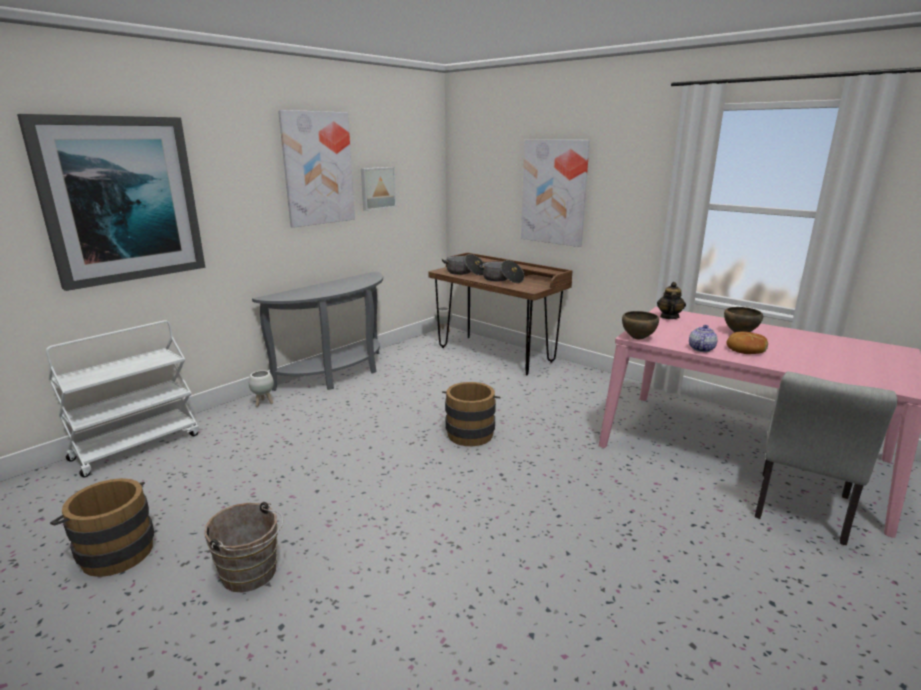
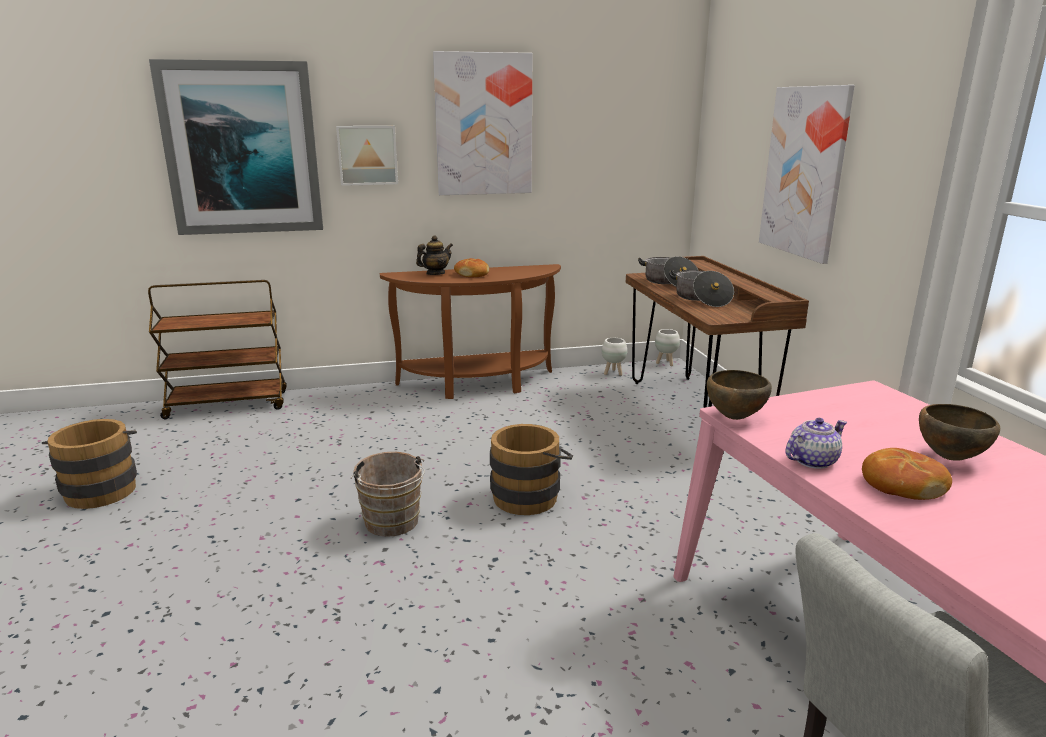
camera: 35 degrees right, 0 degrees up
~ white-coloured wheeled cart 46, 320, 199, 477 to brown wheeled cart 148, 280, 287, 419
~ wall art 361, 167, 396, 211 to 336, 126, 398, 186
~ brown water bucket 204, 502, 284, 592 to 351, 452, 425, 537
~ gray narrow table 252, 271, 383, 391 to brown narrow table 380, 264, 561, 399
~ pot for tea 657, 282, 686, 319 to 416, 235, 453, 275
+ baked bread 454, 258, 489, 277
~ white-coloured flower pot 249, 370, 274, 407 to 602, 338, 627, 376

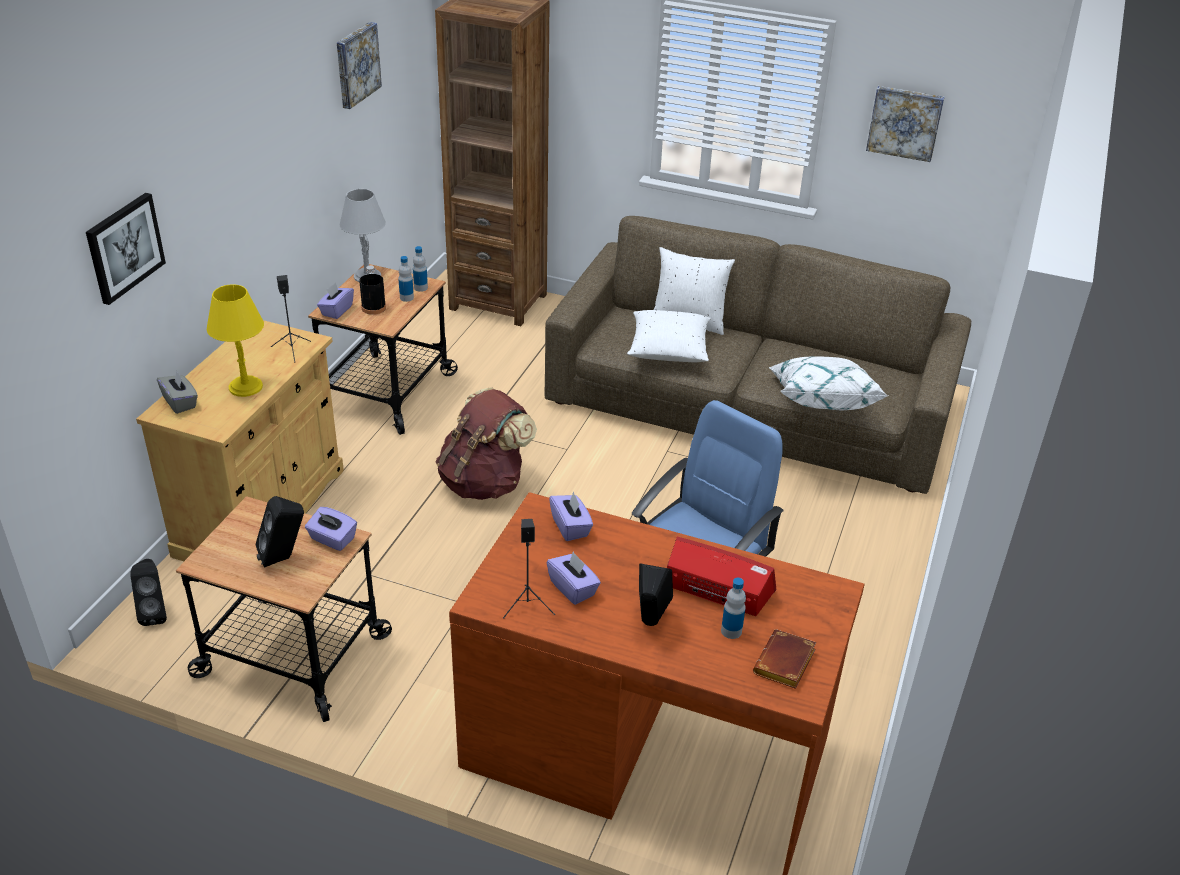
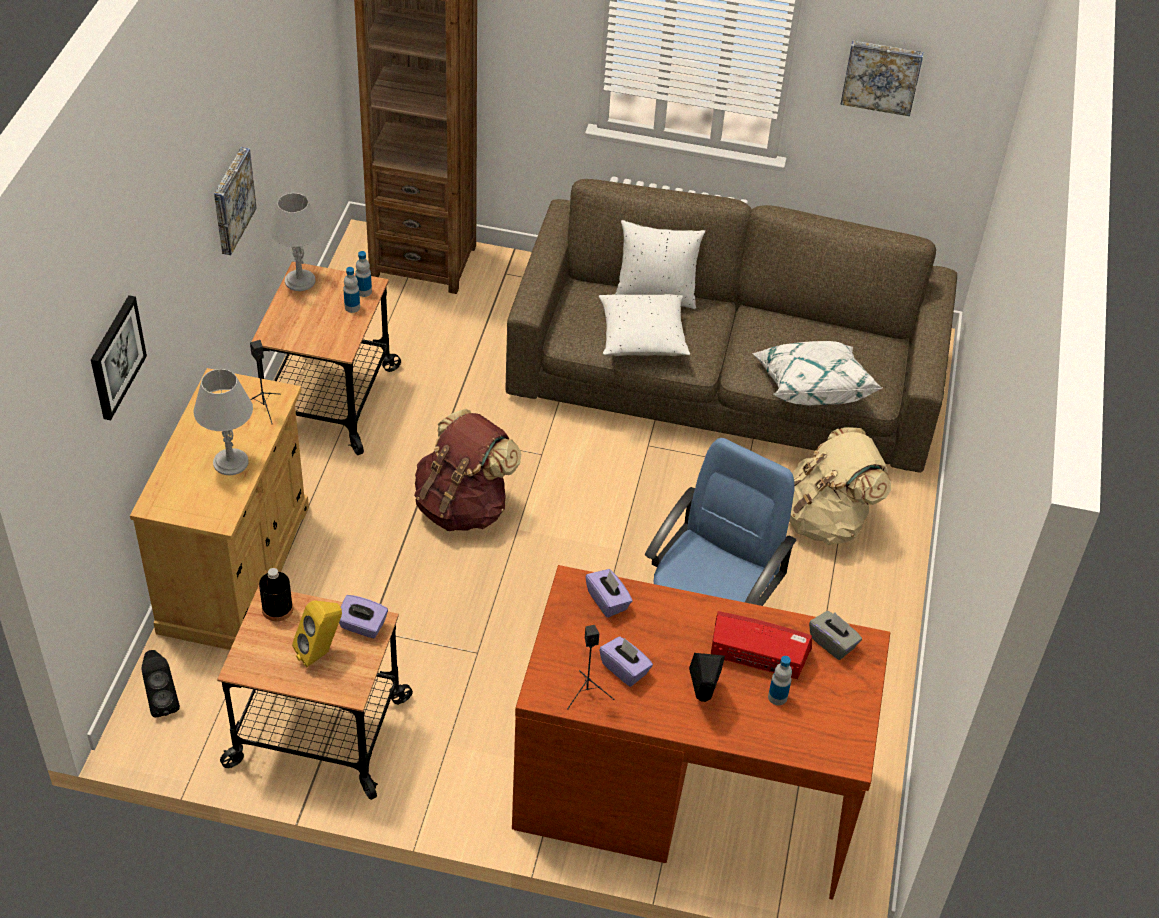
camera: 10 degrees left, 10 degrees up
~ yellow lamp for a table 207, 284, 264, 397 to gray lamp for a table 194, 369, 253, 475
~ wall art 337, 22, 382, 109 to 214, 147, 257, 255
~ black beverage bottle 359, 265, 386, 315 to 259, 568, 293, 621
~ black loudspeaker 256, 496, 304, 568 to yellow loudspeaker 292, 600, 342, 667
+ beige knapsack 789, 427, 891, 545
~ gray tissue holder 157, 371, 198, 414 to 809, 611, 862, 660
- purplish tissue holder 317, 282, 354, 319
- brown bound book 753, 629, 816, 689

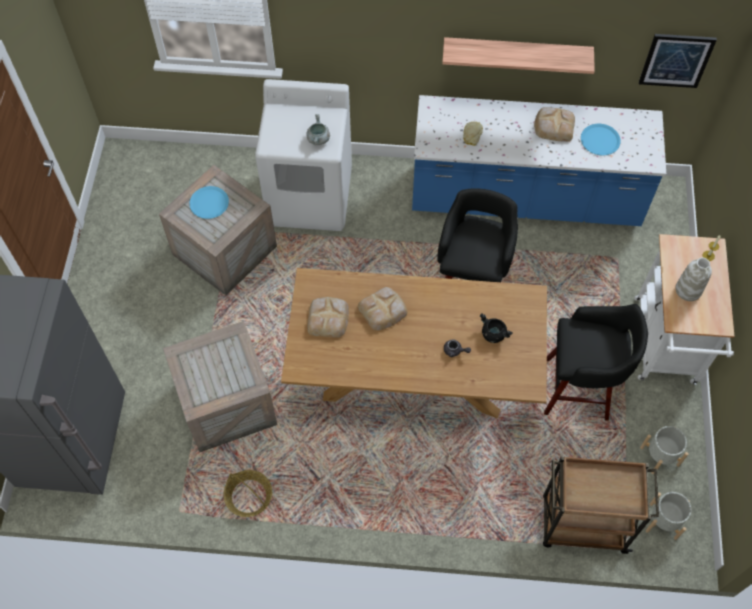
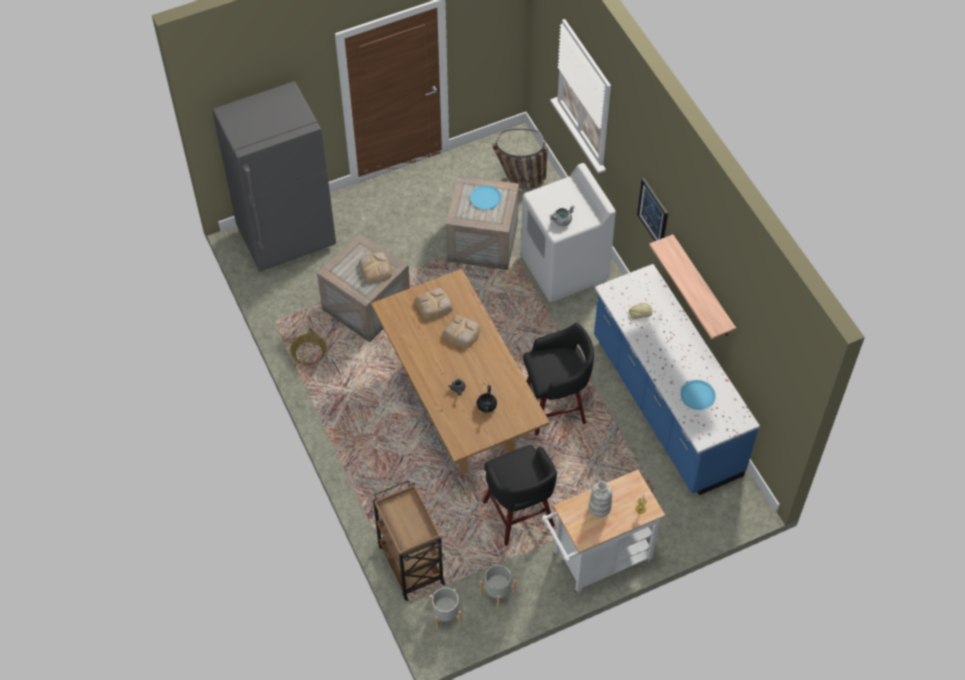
camera: 60 degrees right, 5 degrees down
~ baked bread 534, 107, 575, 142 to 359, 252, 392, 284
+ storage basket 492, 129, 548, 190
~ wall art 639, 34, 717, 88 to 637, 178, 668, 241

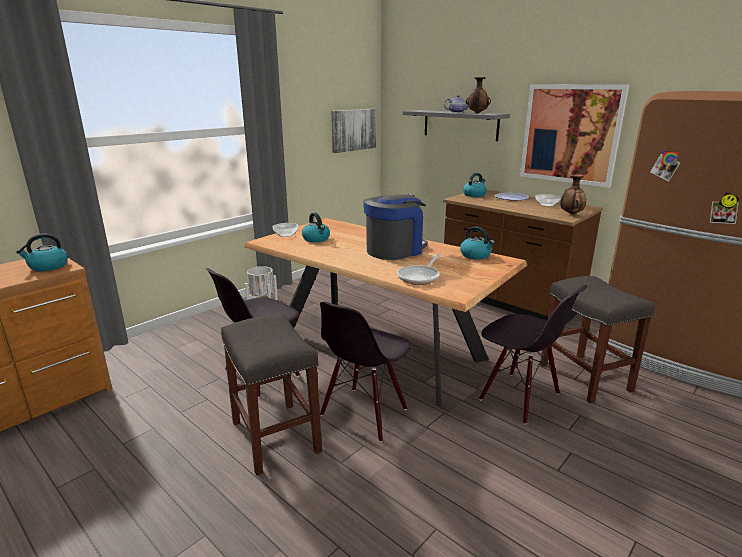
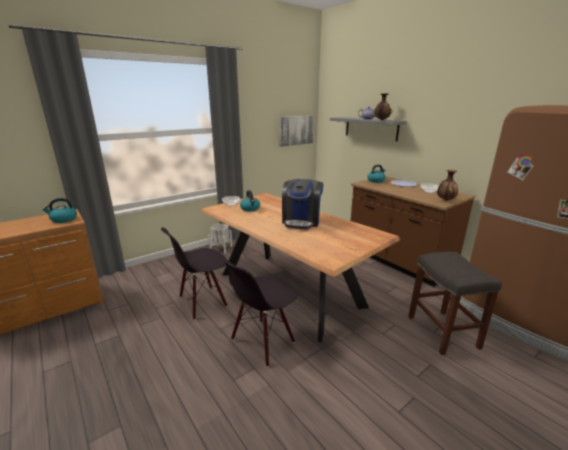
camera: 10 degrees right, 0 degrees up
~ coffee brewer 363, 194, 428, 260 = 282, 179, 324, 230 135 degrees clockwise
- gray stool seat 221, 314, 322, 476
- skillet 397, 254, 440, 285
- tea kettle 460, 226, 495, 260
- black plain chair 479, 285, 588, 424
- wall art 520, 85, 629, 188

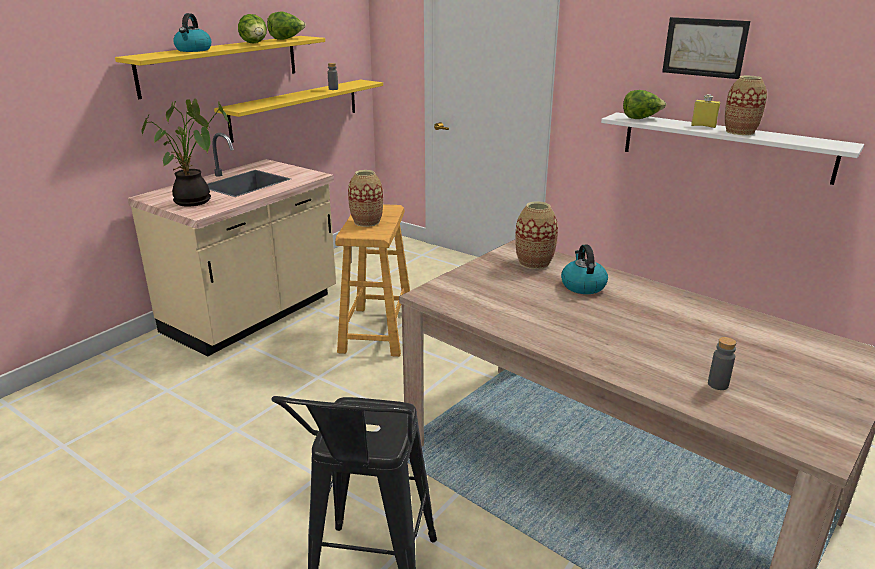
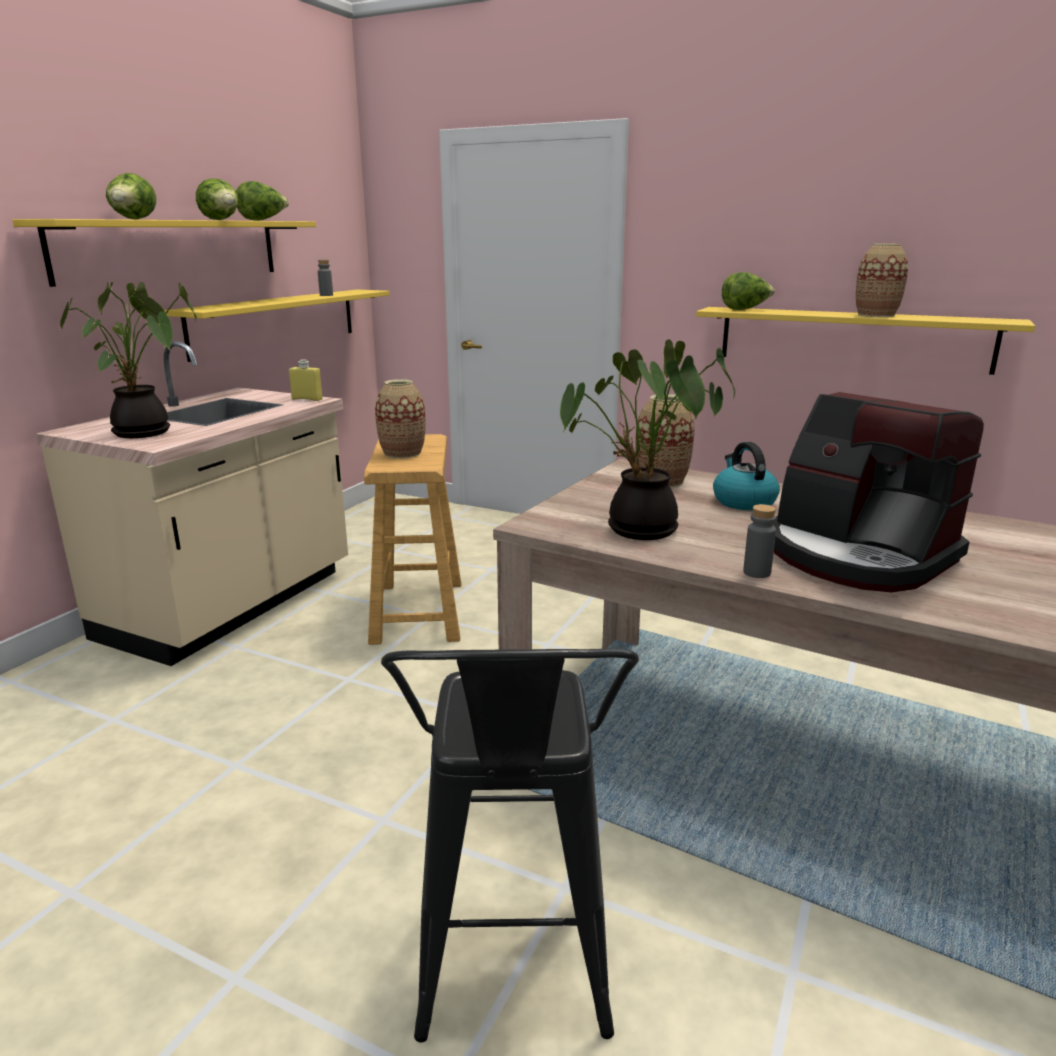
camera: 10 degrees left, 5 degrees down
~ tea kettle 173, 13, 211, 52 to head of lettuce 106, 173, 156, 220
~ yellow beverage bottle 691, 94, 720, 128 to 289, 359, 323, 401
+ potted plant 560, 339, 735, 540
~ white-coloured wall shelf 601, 112, 864, 185 to yellow wall shelf 696, 307, 1035, 375
~ gray beverage bottle 708, 337, 736, 390 to 743, 504, 776, 578
+ coffee brewer 772, 392, 984, 592
- wall art 662, 17, 750, 79

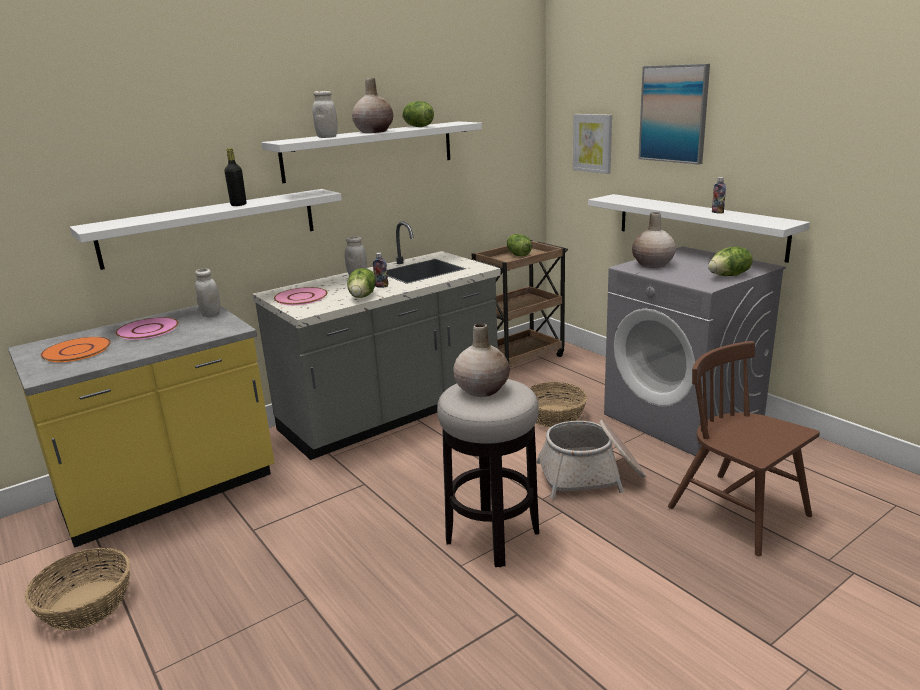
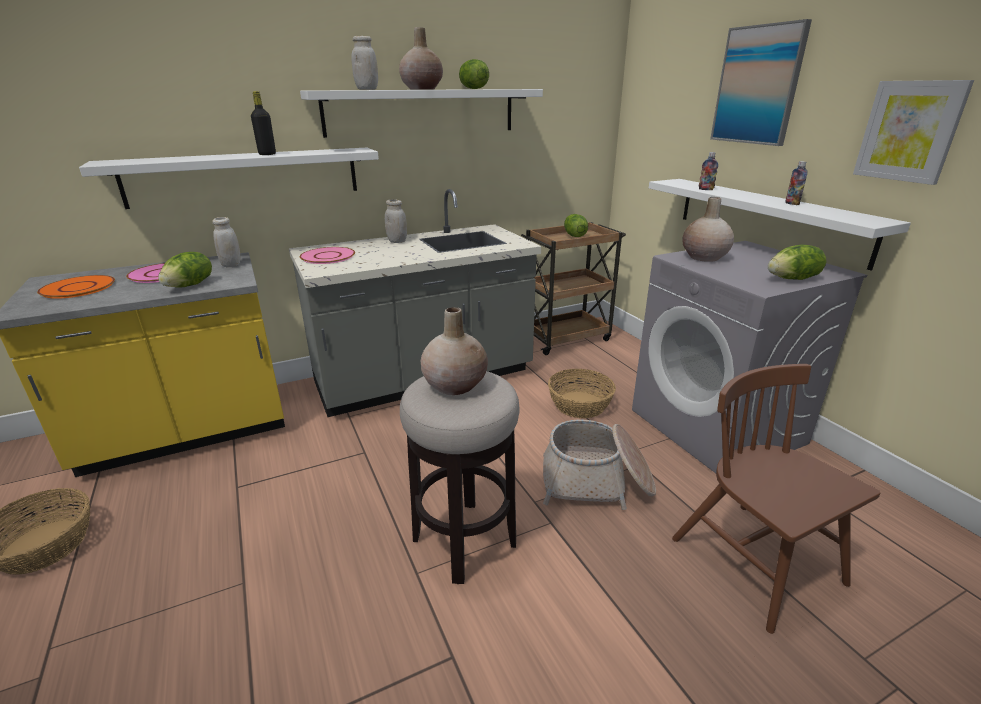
camera: 10 degrees right, 5 degrees up
~ head of lettuce 347, 268, 376, 298 to 158, 252, 212, 288
~ beverage bottle 373, 253, 388, 288 to 699, 152, 718, 190
~ wall art 573, 114, 612, 174 to 853, 80, 974, 185

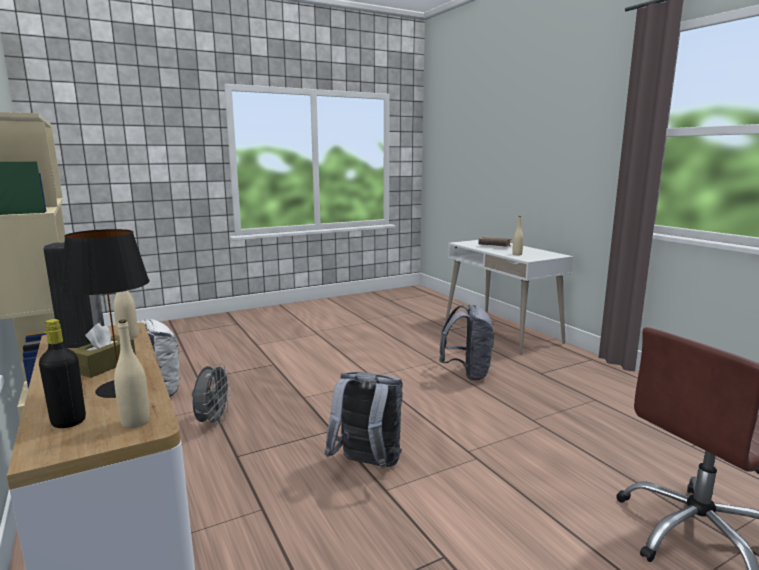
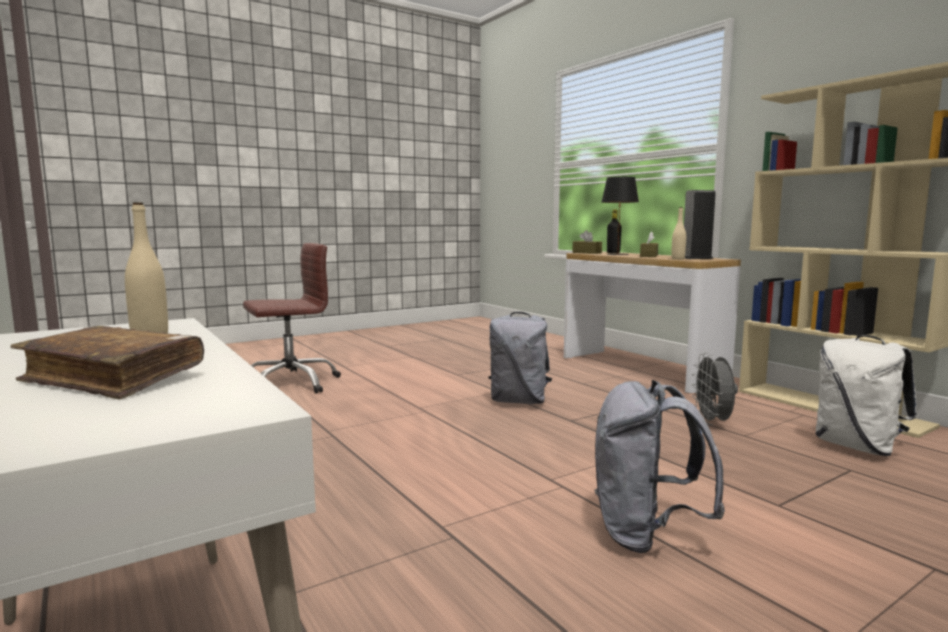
camera: 175 degrees right, 5 degrees down
~ beige beverage bottle 114, 319, 150, 428 to brown tissue holder 572, 230, 602, 254
~ gray knapsack 439, 305, 494, 381 to 594, 380, 725, 553

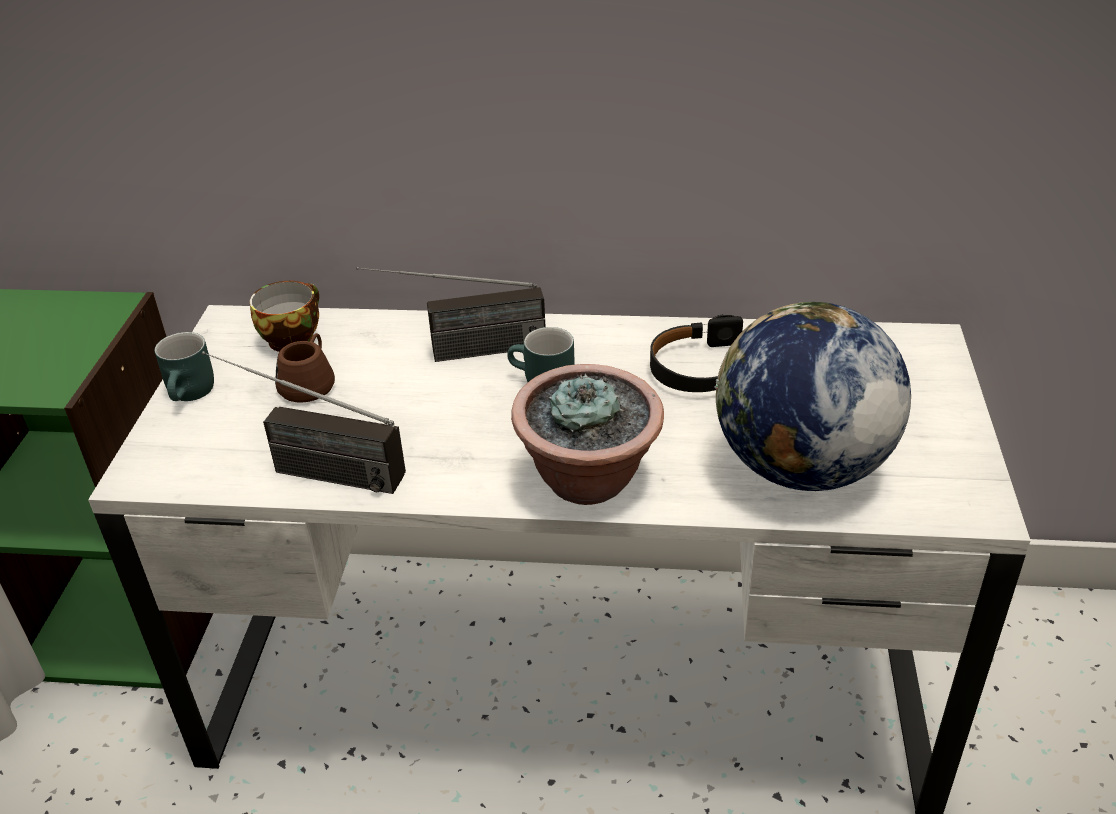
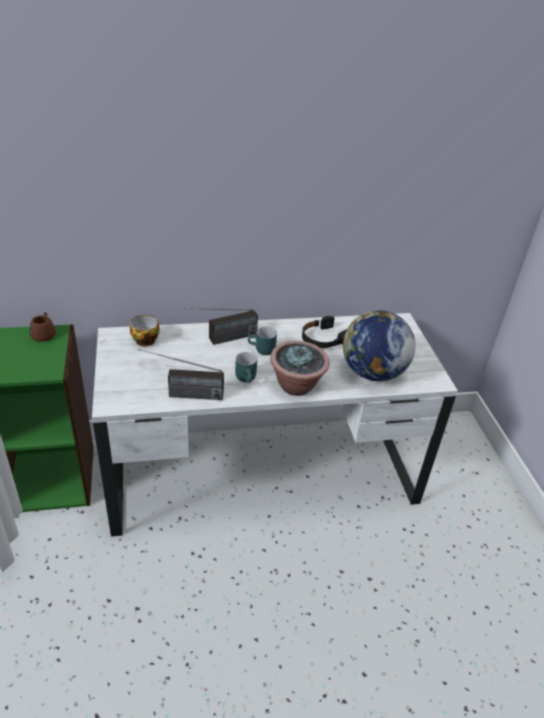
camera: 20 degrees left, 0 degrees up
~ brown coffee mug 275, 333, 335, 403 to 30, 312, 56, 342
~ turquoise coffee mug 154, 332, 214, 401 to 235, 352, 257, 383

